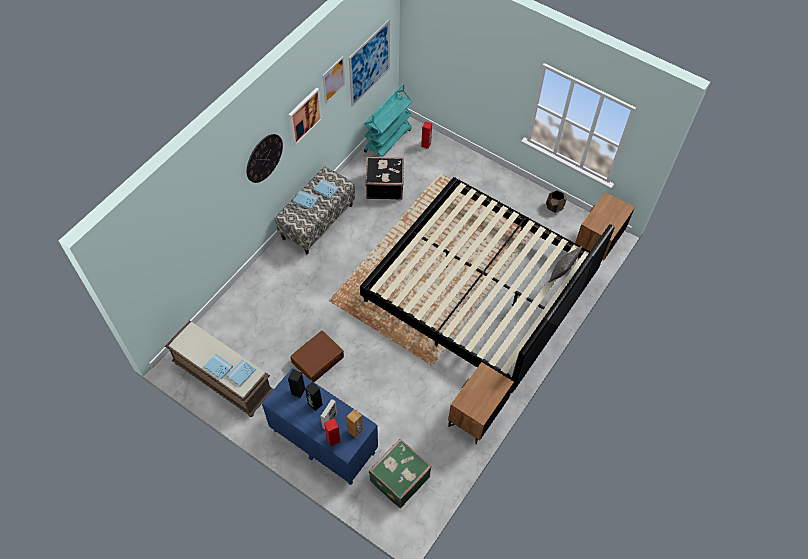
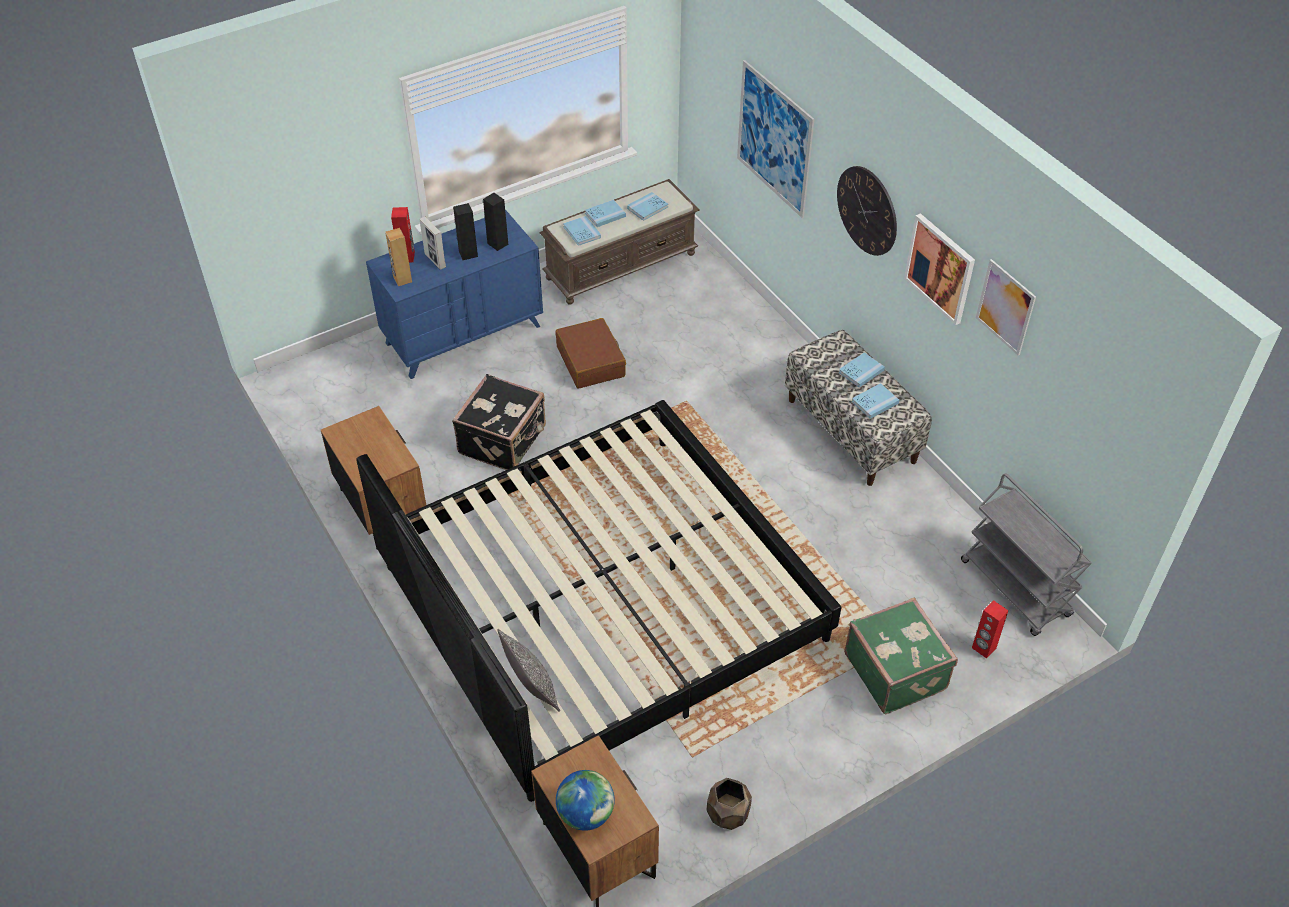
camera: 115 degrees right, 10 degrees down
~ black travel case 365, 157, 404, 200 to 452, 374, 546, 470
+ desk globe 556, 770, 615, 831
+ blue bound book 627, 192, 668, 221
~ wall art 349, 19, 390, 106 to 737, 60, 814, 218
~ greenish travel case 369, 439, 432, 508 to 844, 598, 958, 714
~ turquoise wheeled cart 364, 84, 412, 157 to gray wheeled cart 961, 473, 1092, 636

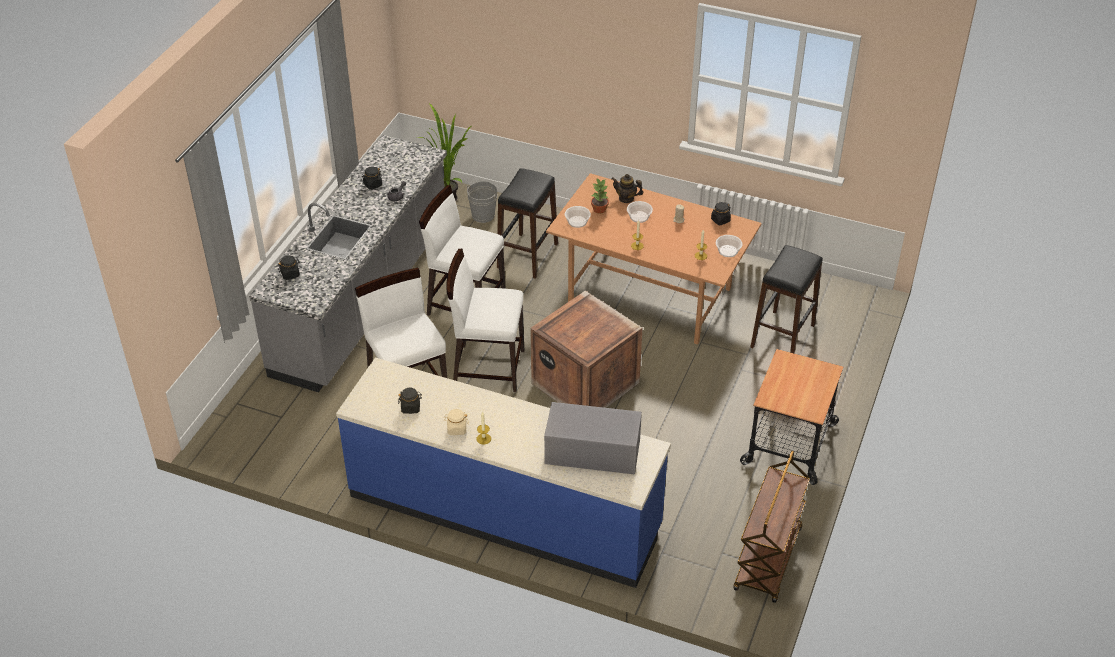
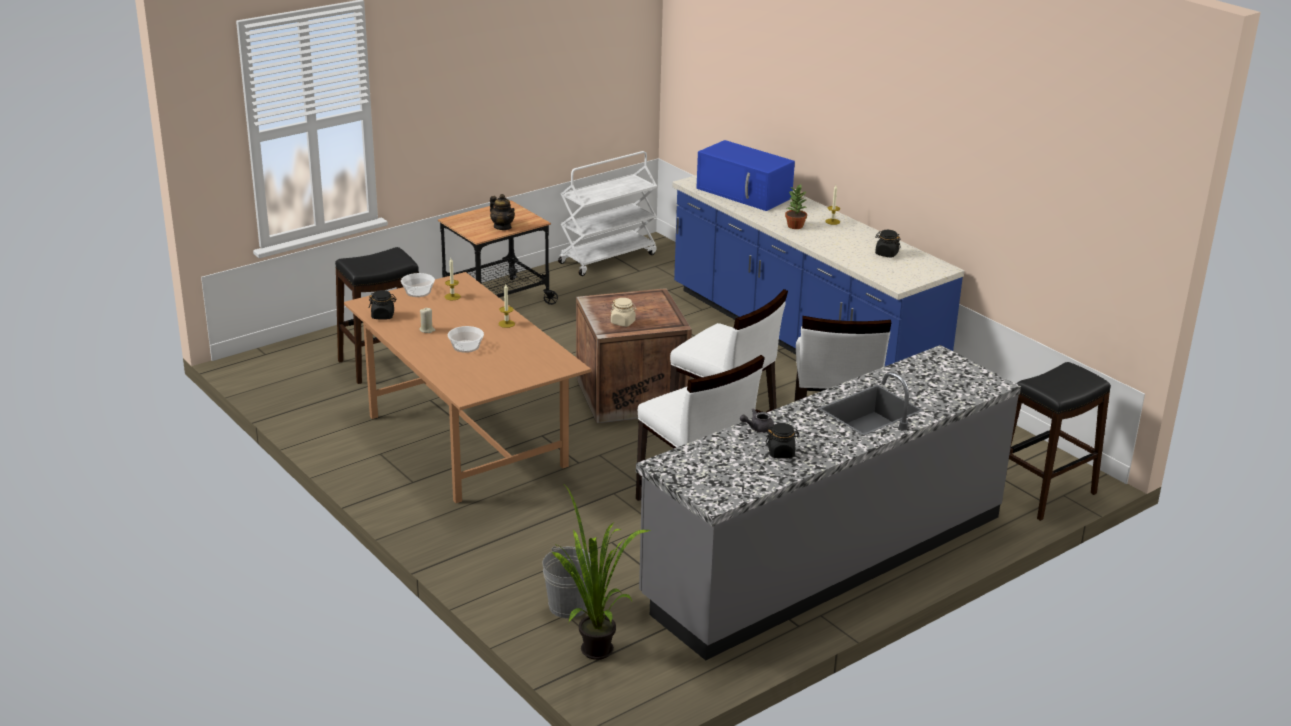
camera: 150 degrees left, 15 degrees down
~ pot for tea 612, 174, 643, 203 to 490, 194, 515, 230
~ brown wheeled cart 734, 450, 810, 603 to white-coloured wheeled cart 558, 151, 657, 276
~ beige preserve jar 444, 409, 469, 435 to 611, 298, 636, 327
~ gray microwave 544, 402, 642, 475 to blue microwave 696, 140, 795, 211
~ potted plant 591, 179, 609, 214 to 785, 184, 807, 229
~ black stool seat 497, 168, 558, 279 to 1009, 362, 1111, 521
- black preserve jar 278, 255, 300, 280
- deep dish 565, 206, 591, 228

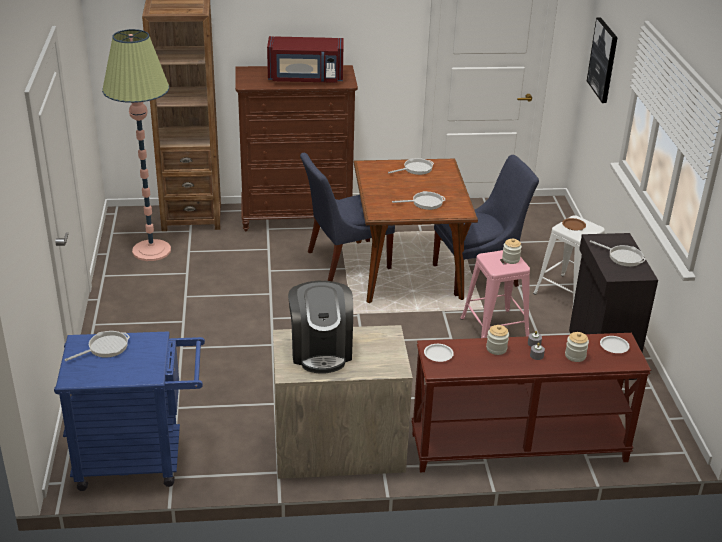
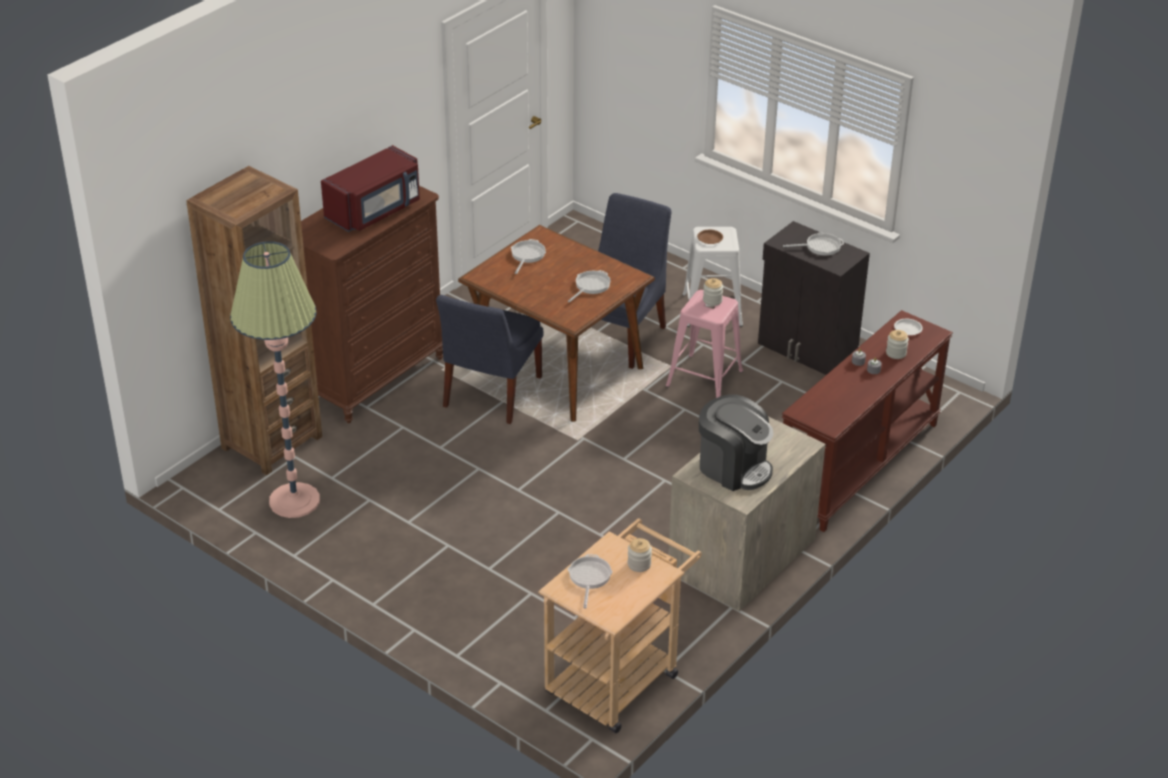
camera: 45 degrees left, 5 degrees up
~ blue wheeled cart 54, 332, 205, 491 to beige wheeled cart 538, 519, 702, 733
~ preserve jar 486, 325, 509, 355 to 627, 538, 652, 572
- white-coloured plate 424, 344, 454, 362
- wall art 587, 17, 618, 103

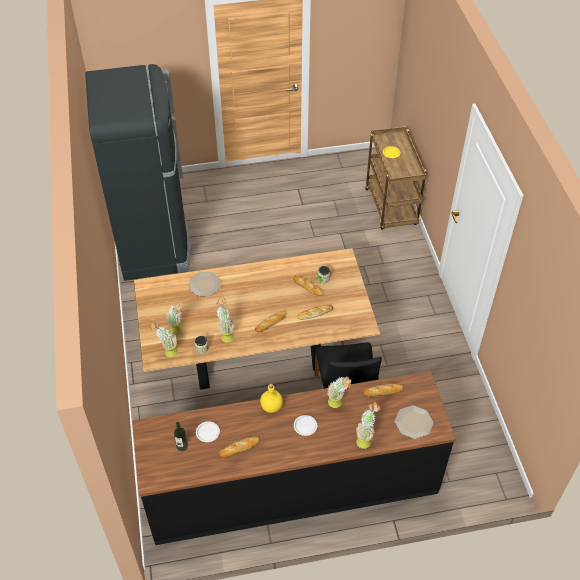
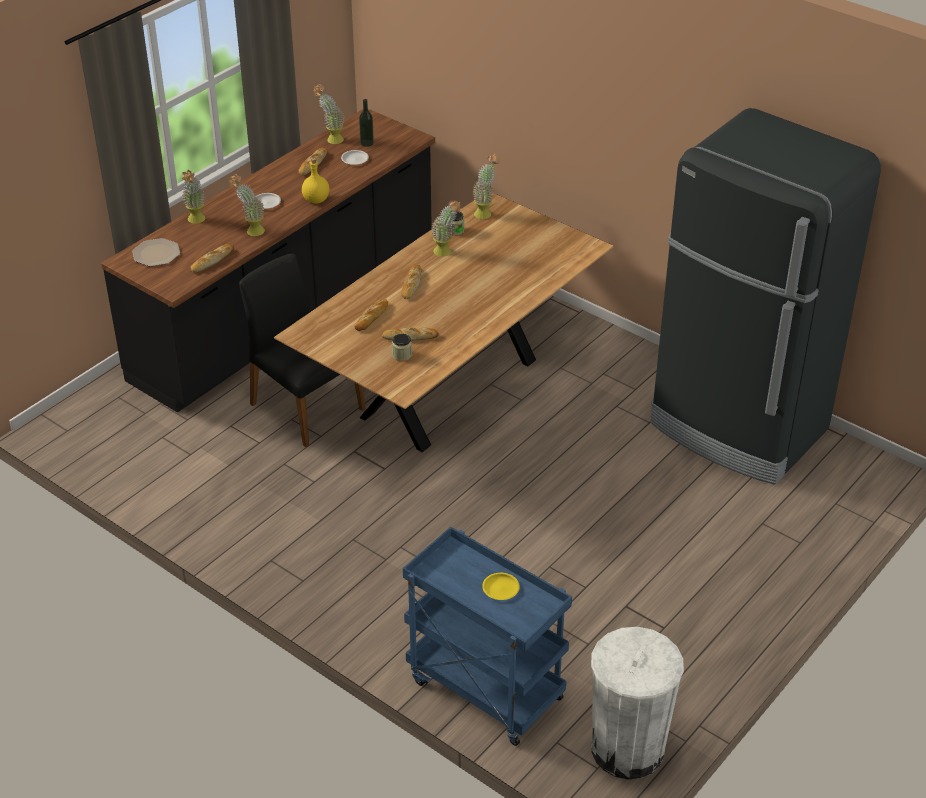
camera: 140 degrees right, 10 degrees down
~ potted plant 165, 304, 182, 334 to 313, 84, 344, 144
~ brown wheeled cart 365, 126, 427, 230 to blue wheeled cart 403, 527, 572, 746
+ white-coloured rubbish bin 591, 627, 684, 779
- plate 189, 272, 221, 296

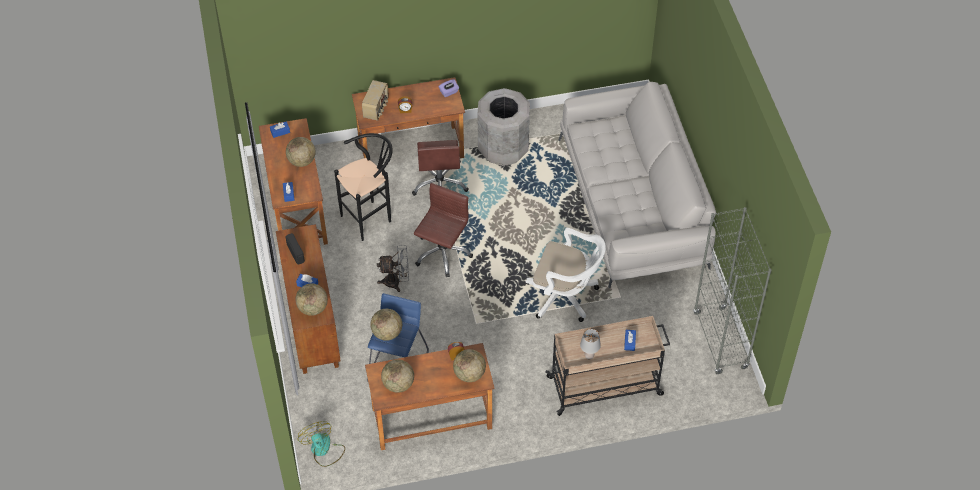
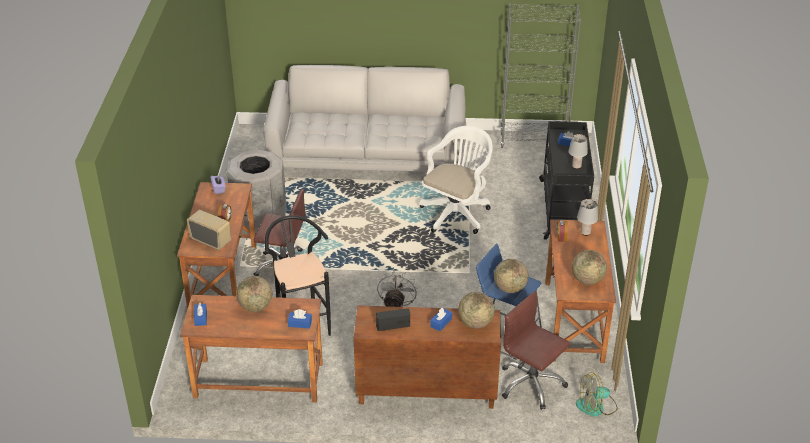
camera: 75 degrees left, 15 degrees down
~ brown office chair 414, 183, 473, 278 to 502, 291, 570, 410
~ beige wheeled cart 545, 316, 670, 416 to black wheeled cart 539, 121, 594, 240
~ desk globe 453, 349, 486, 382 to gray lamp for a table 577, 199, 598, 236

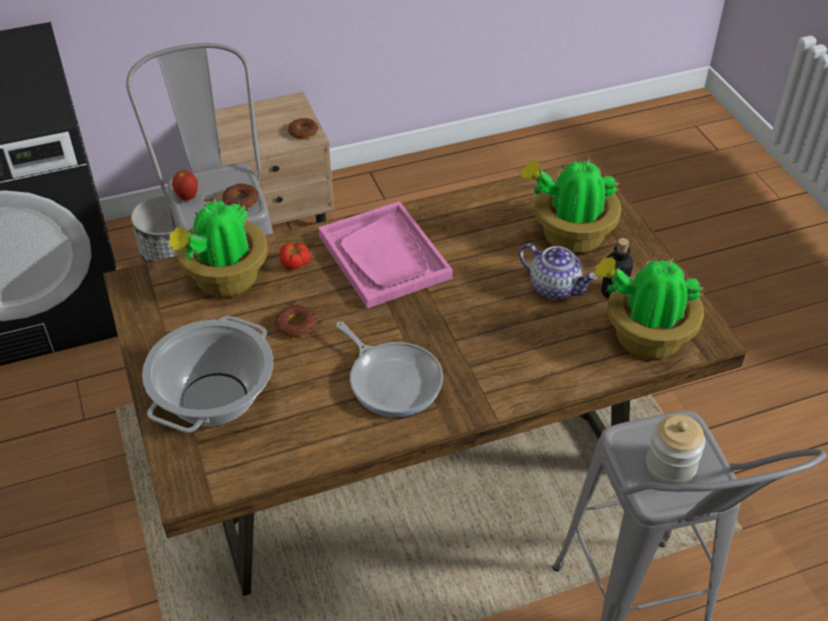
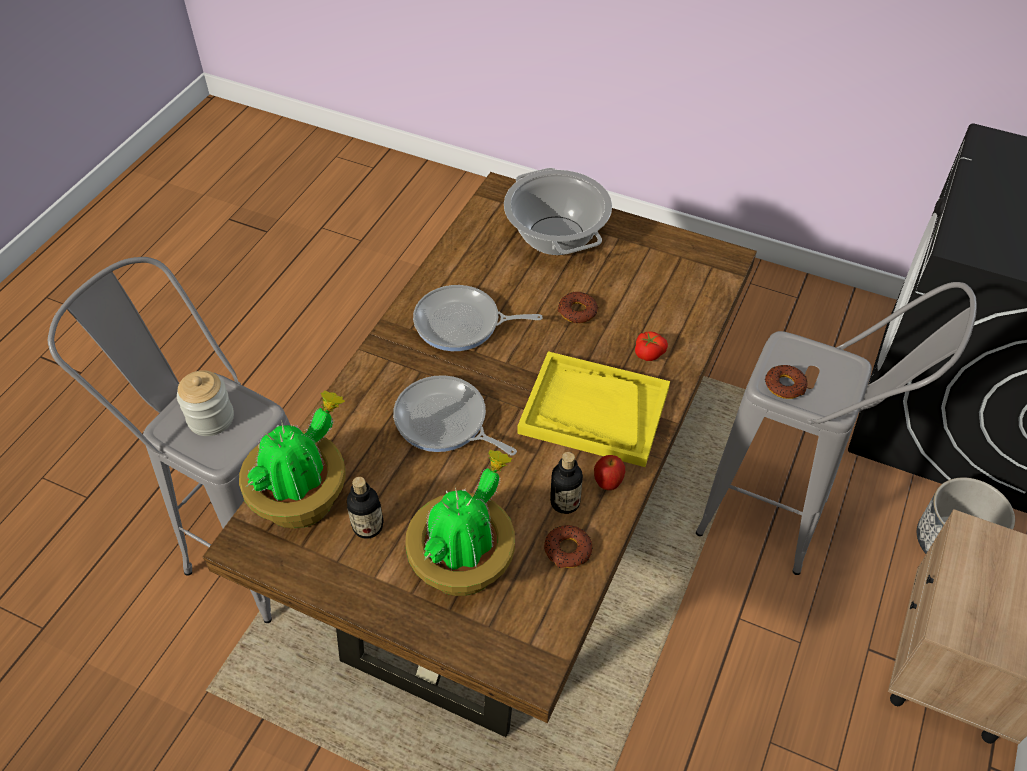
camera: 135 degrees right, 5 degrees up
+ skillet 393, 375, 517, 456
~ pink carrying tray 318, 201, 453, 309 to yellow carrying tray 517, 351, 670, 467
~ ring doughnut 288, 118, 319, 139 to 544, 525, 593, 568
+ beverage bottle 550, 452, 583, 514
~ apple fruit 172, 170, 198, 201 to 594, 455, 625, 490
- potted plant 169, 195, 268, 297
- pot for tea 519, 243, 597, 300

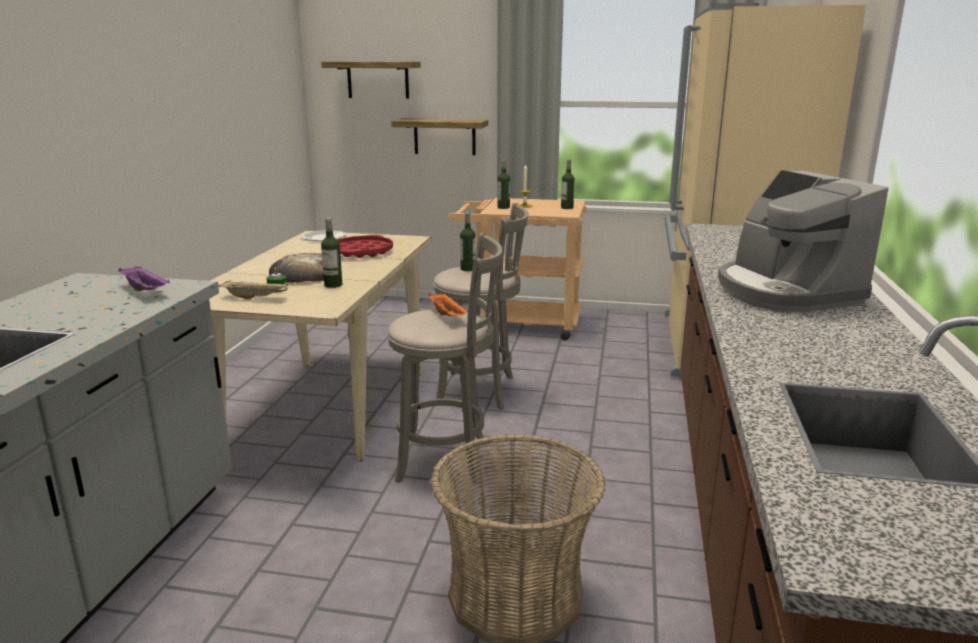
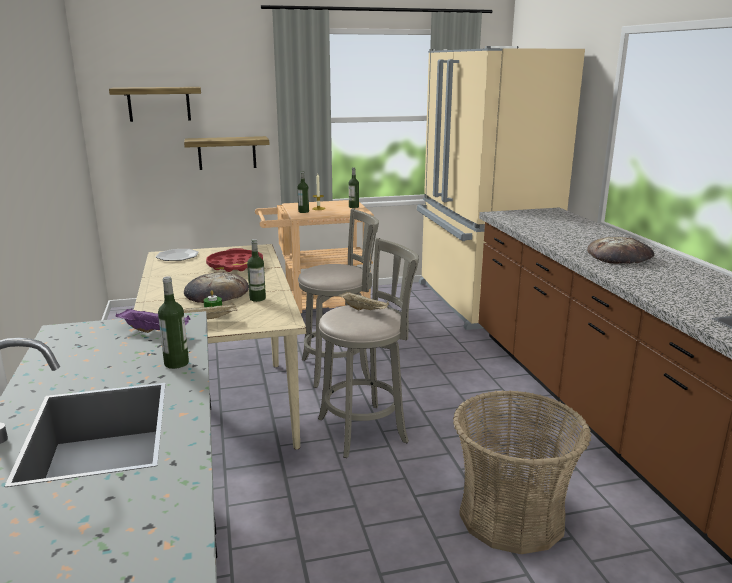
camera: 25 degrees left, 0 degrees up
~ beverage bottle 460, 212, 475, 271 to 158, 276, 189, 369
~ orange-coloured carrying tray 428, 293, 468, 316 to beige carrying tray 339, 292, 389, 310
~ coffee brewer 718, 170, 889, 312 to baked bread 587, 237, 654, 264

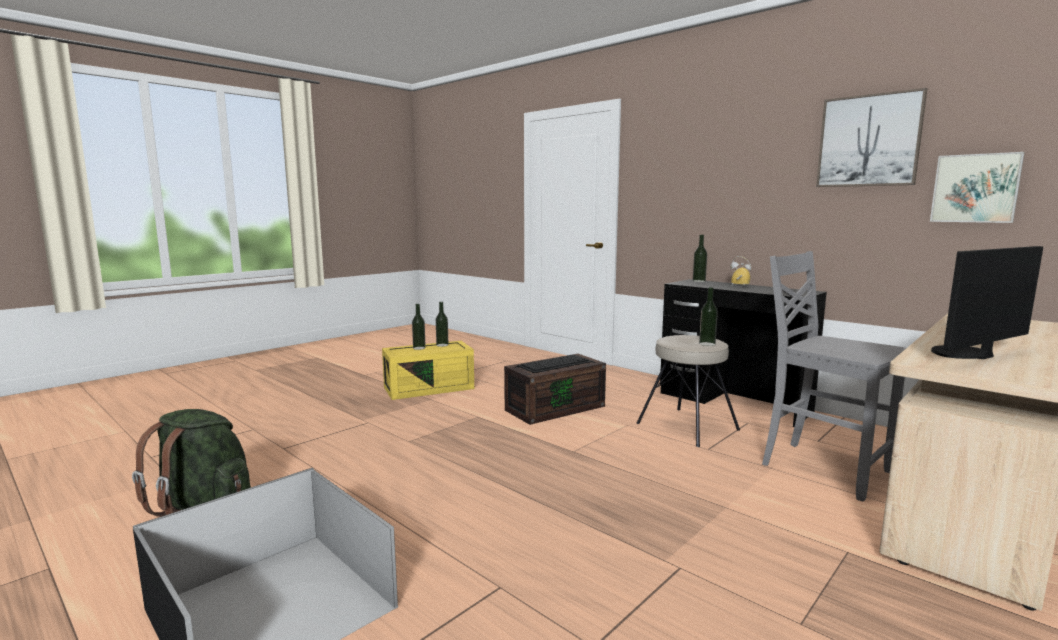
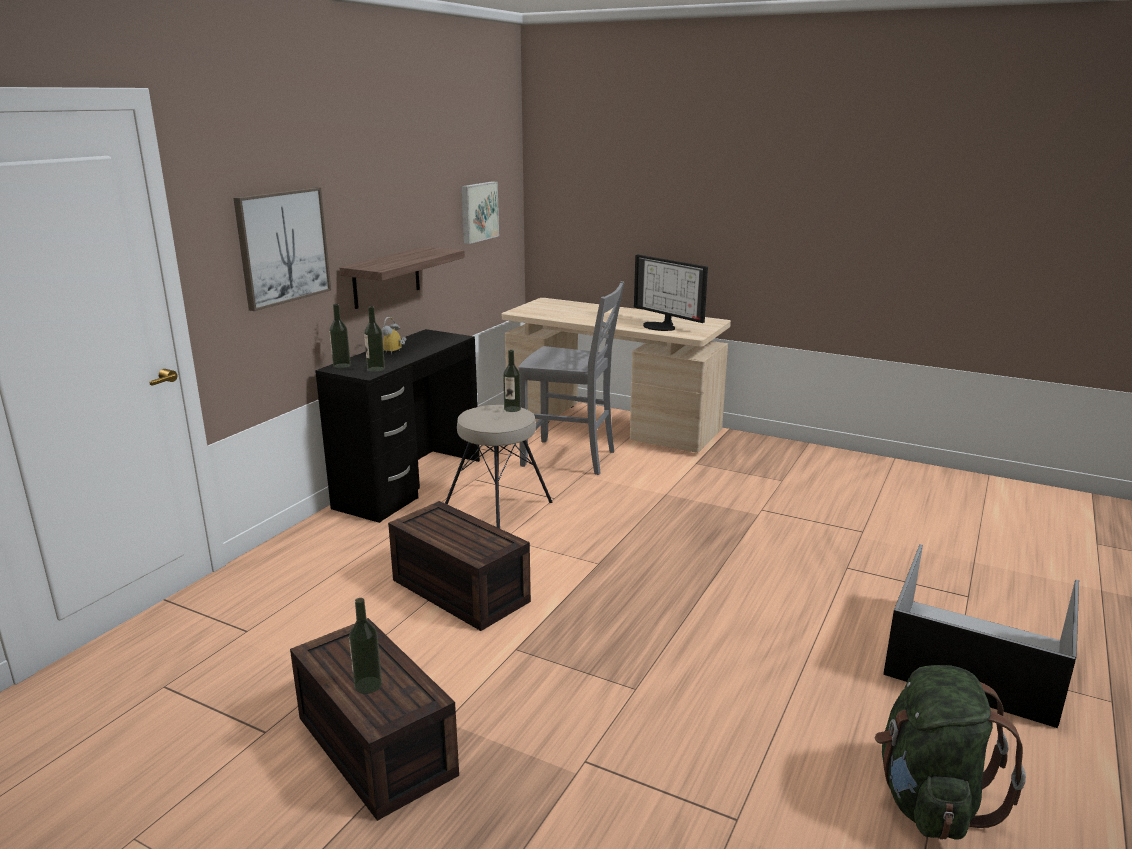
camera: 105 degrees left, 10 degrees up
~ wall art 816, 88, 927, 187 to 234, 187, 331, 311
~ yellow storage box 382, 341, 474, 400 to brown storage box 290, 618, 459, 821
+ wall shelf 340, 246, 465, 309
~ beverage bottle 436, 302, 449, 347 to 364, 306, 385, 372
~ gray plain chair 762, 251, 906, 501 = 518, 281, 624, 475 105 degrees counterclockwise
- computer keyboard 517, 355, 593, 373

